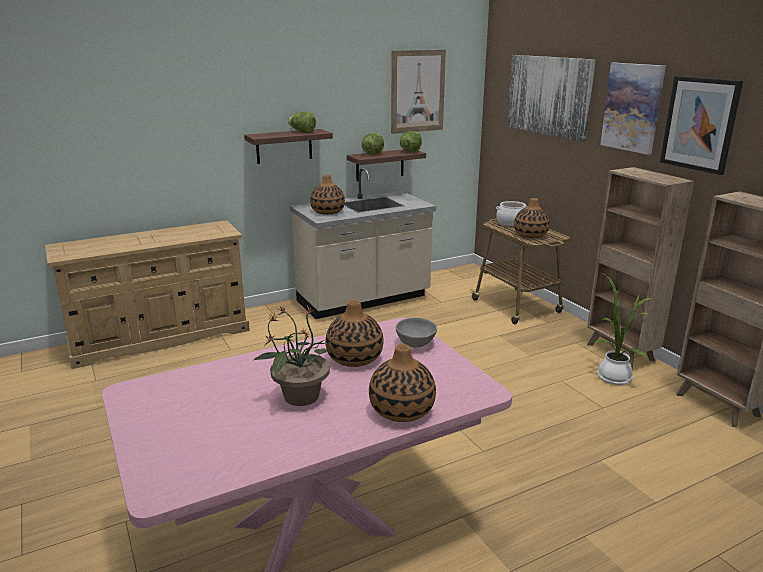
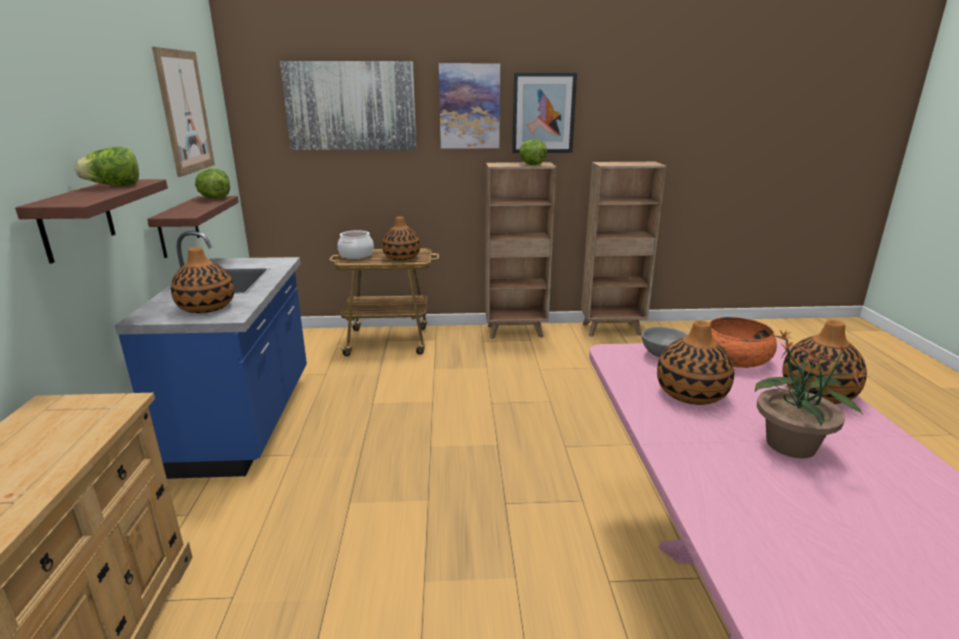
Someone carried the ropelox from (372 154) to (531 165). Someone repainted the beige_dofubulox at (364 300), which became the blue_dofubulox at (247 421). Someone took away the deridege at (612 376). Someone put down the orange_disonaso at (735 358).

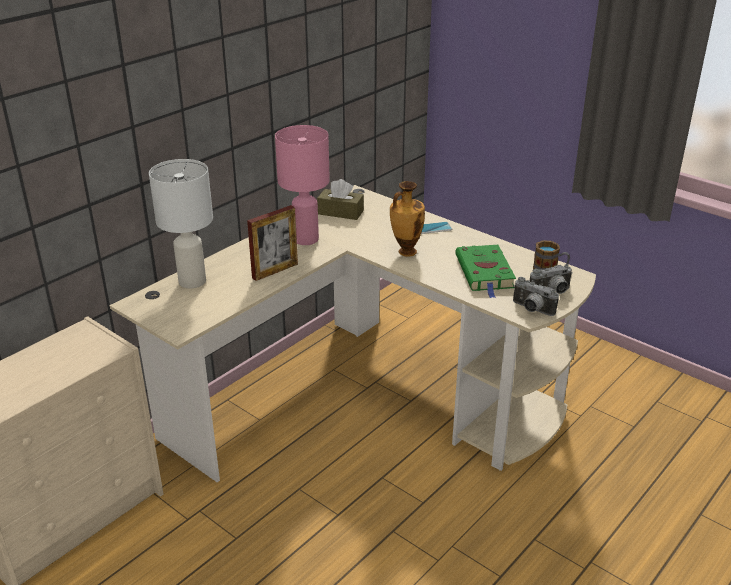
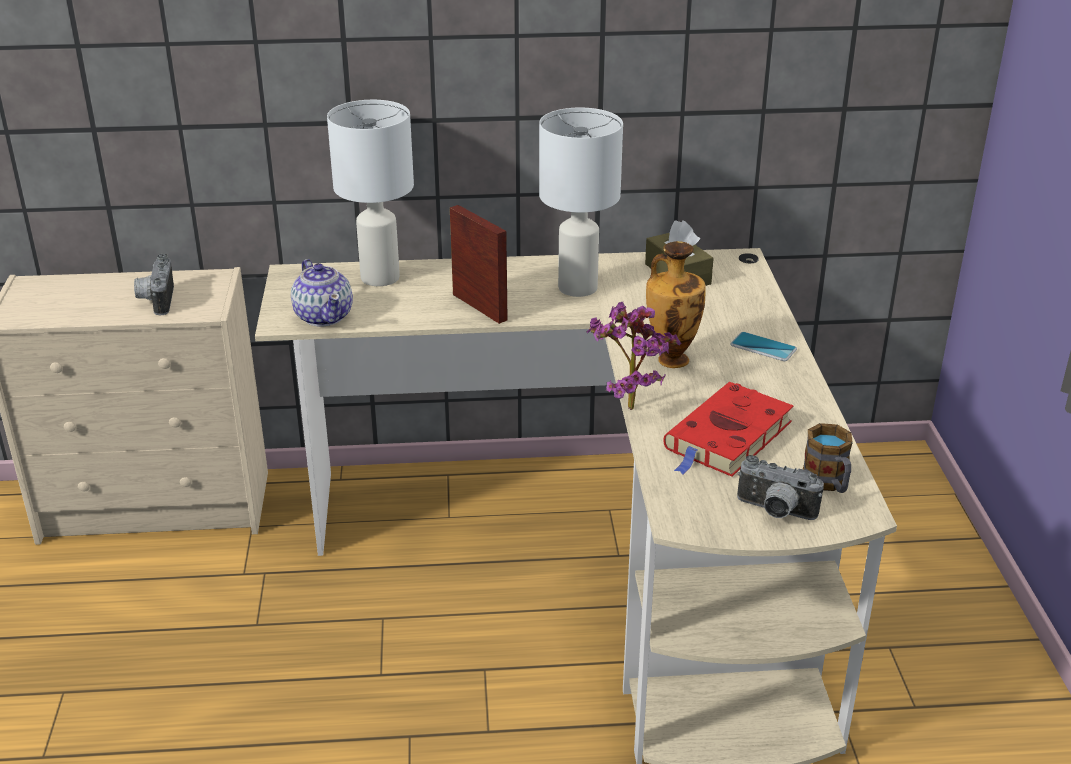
Someone repainted the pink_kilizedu at (305 239), which became the white_kilizedu at (578 287). Someone rotated the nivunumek at (275 271) by 135 degrees counterclockwise. Someone repainted the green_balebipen at (485 273), which became the red_balebipen at (727 438). Someone carried the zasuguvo from (531 310) to (156 300). Someone put down the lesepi at (324 316). Someone put down the deridege at (627 403).

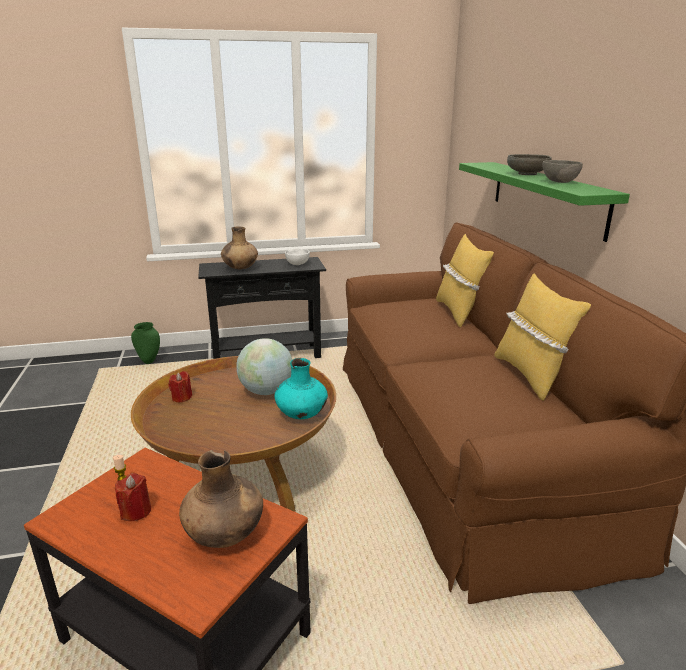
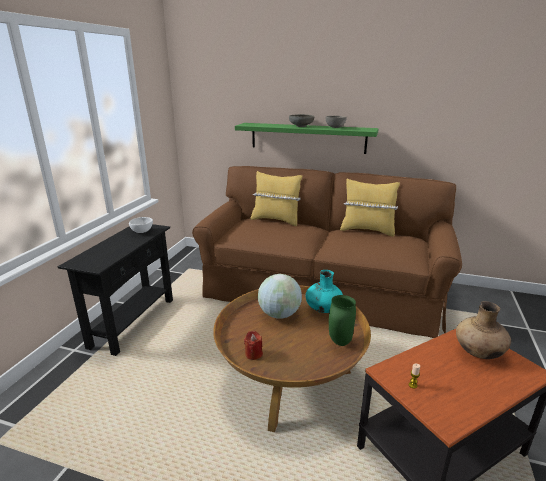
Someone took away the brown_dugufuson at (240 268). Someone carried the green_dugufuson from (149 361) to (339 342). Someone took away the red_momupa at (136 511).

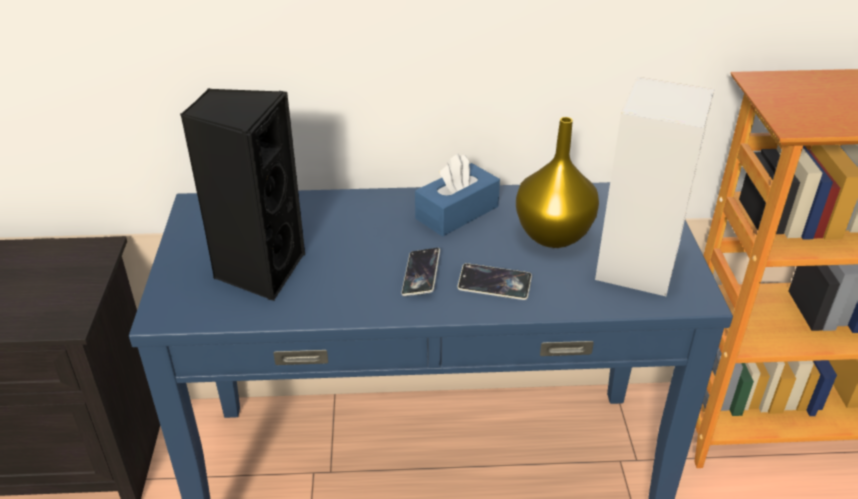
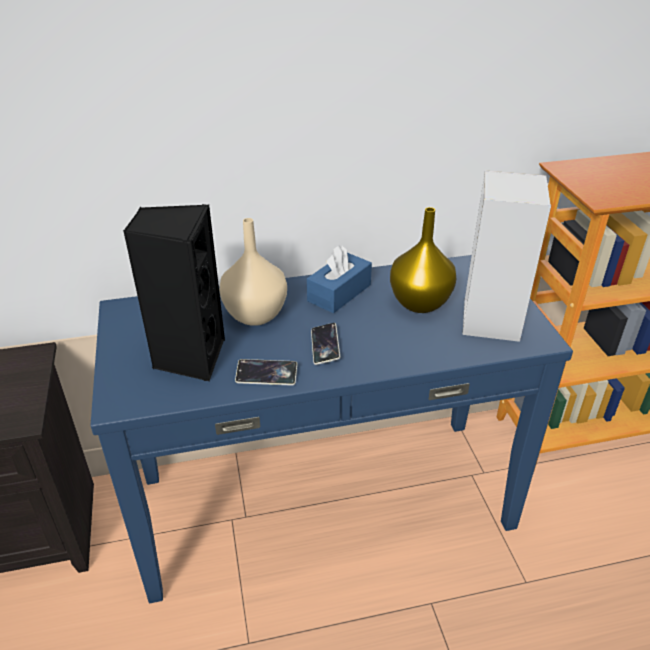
Someone carried the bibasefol from (494 285) to (266 375). Someone put down the beige_dugufuson at (257 315).

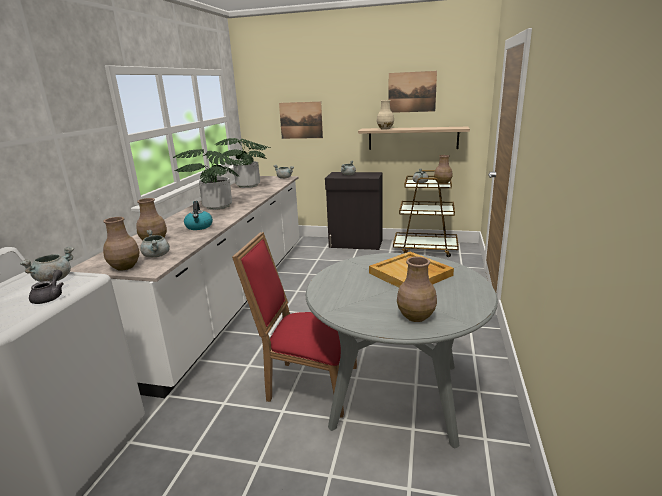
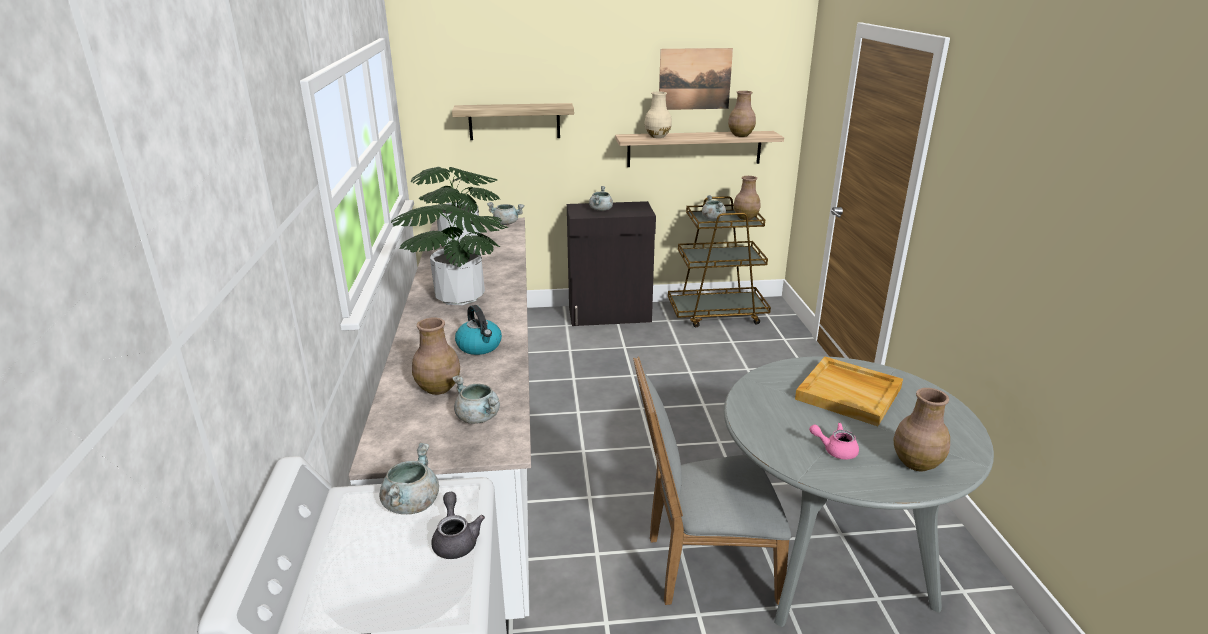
Someone swapped the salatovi at (301 120) for the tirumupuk at (514 121). Someone carried the brown_dugufuson from (124 267) to (740 135). Someone repainted the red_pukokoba at (307 384), which became the grey_pukokoba at (703 565). Someone put down the pink_lesepi at (835 450).

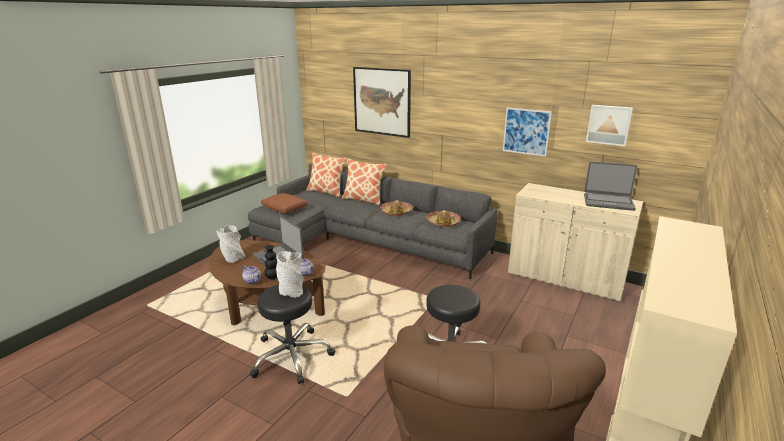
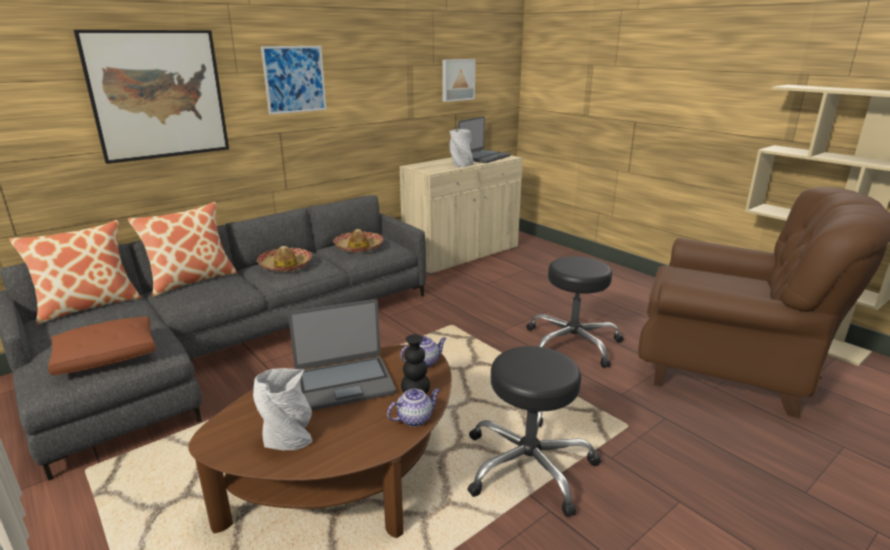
Someone carried the salatovi from (526 131) to (295 79). Someone carried the grey_dugufuson from (291 291) to (461 165).

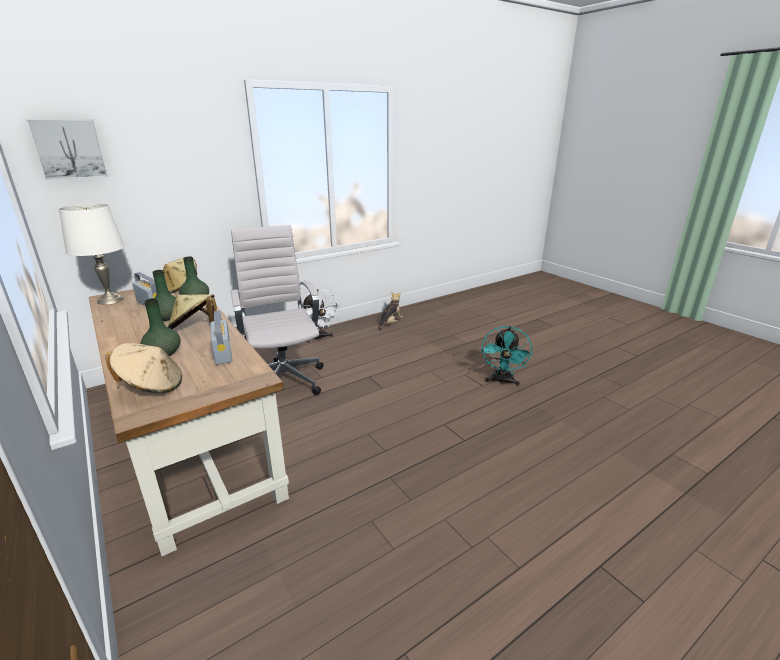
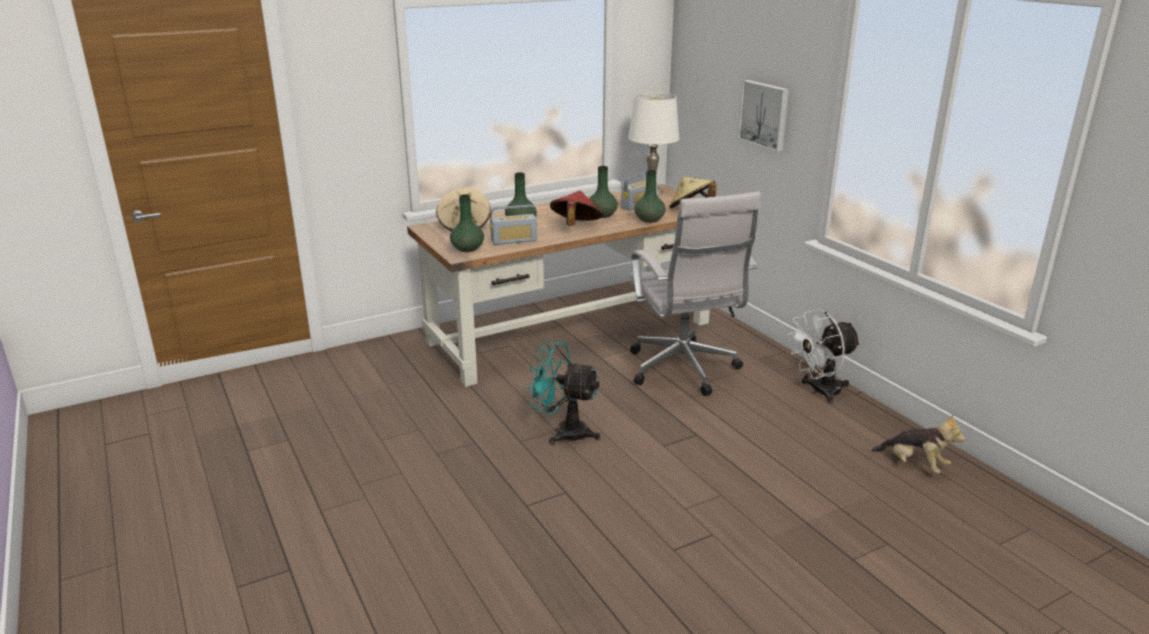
Someone carried the salatovi from (69 149) to (765 115). Someone rotated the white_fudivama at (284 379) by 90 degrees clockwise. Someone repainted the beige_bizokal at (195 327), which became the red_bizokal at (575 226). Someone carried the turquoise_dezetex from (502 381) to (563 432). Someone put down the green_dugufuson at (467 248).

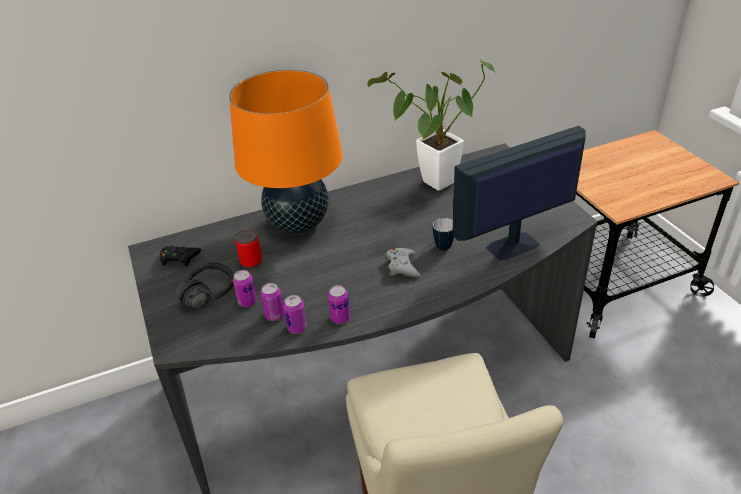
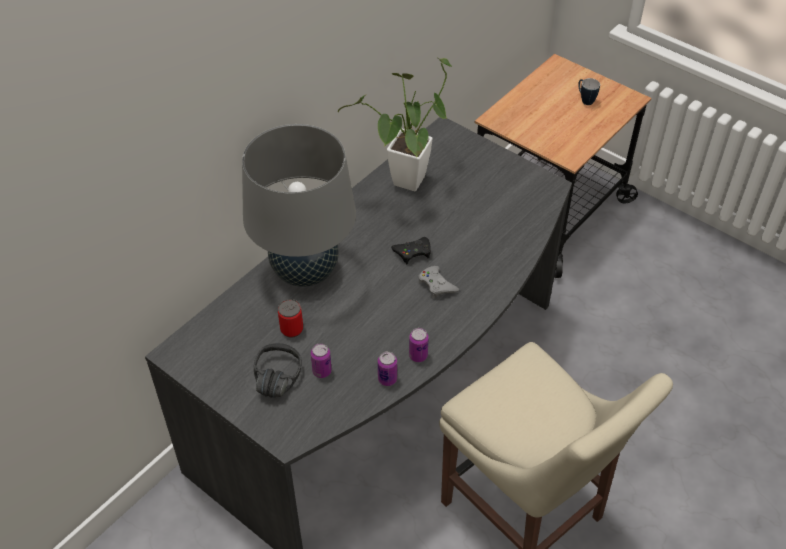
Someone repainted the orange_kilizedu at (298 223), which became the grey_kilizedu at (305 271). Someone took away the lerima at (511 246). Someone carried the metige from (442 244) to (585 100). Someone carried the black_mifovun from (179 258) to (413 252). Someone took away the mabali at (274 315).

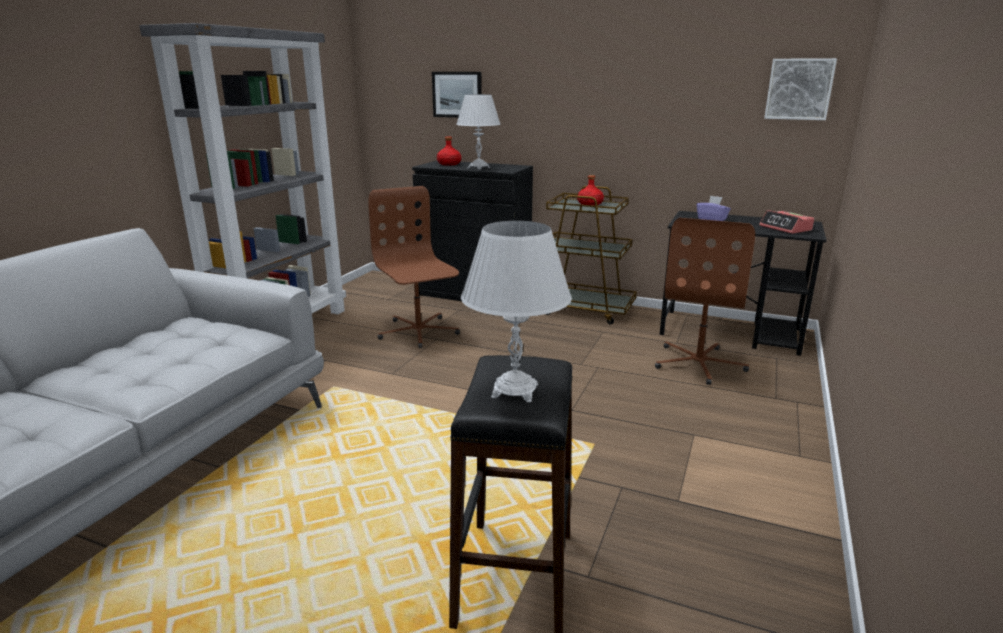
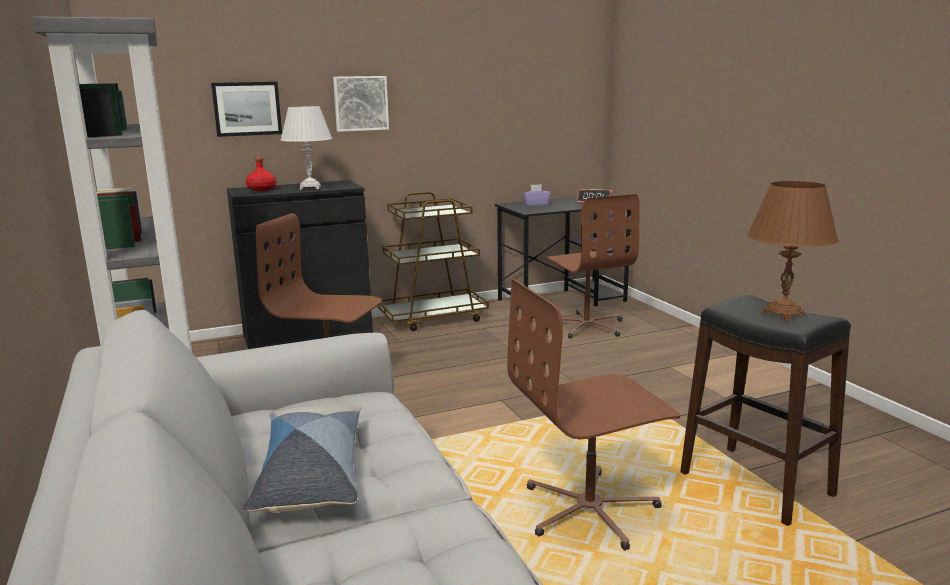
Someone carried the salatovi from (799 89) to (360 103). Someone took away the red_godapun at (590 204). Someone repainted the white_kilizedu at (515 391), which became the brown_kilizedu at (783 314). Someone put down the brown_fudivama at (590 510). Someone put down the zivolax at (310 473).

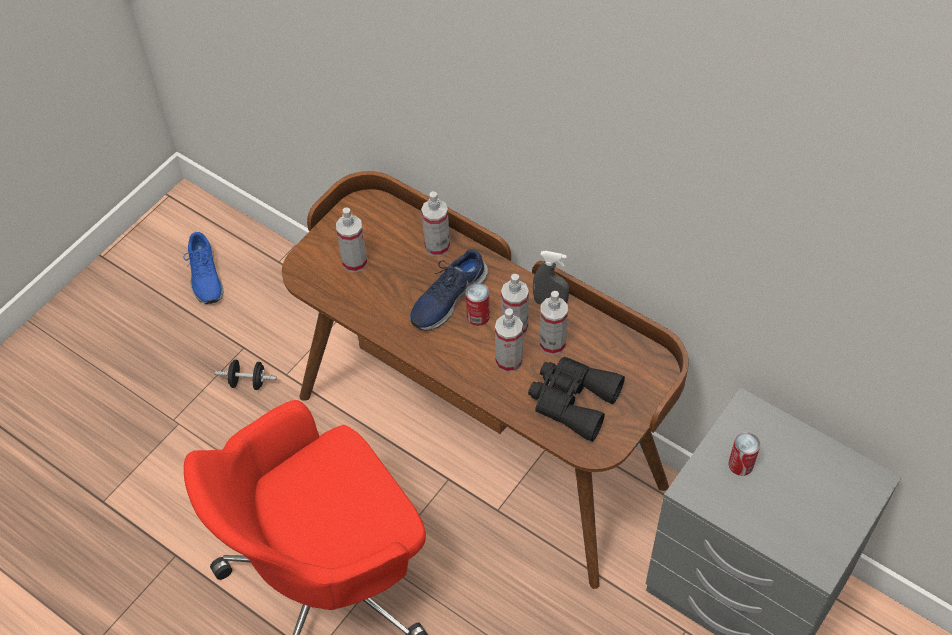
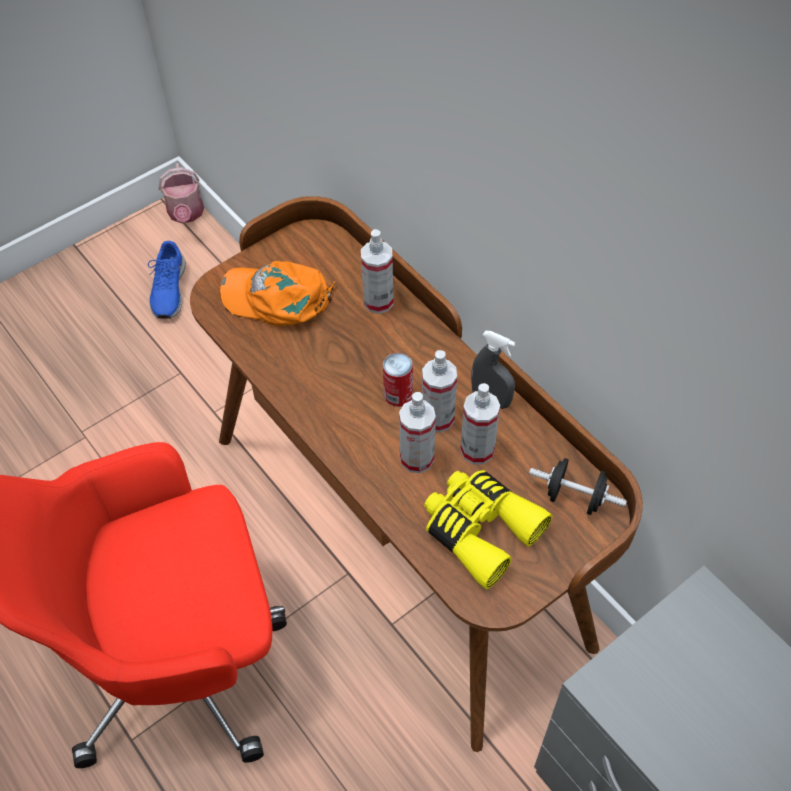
Someone swapped the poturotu at (354 262) for the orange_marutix at (277 298). Someone took away the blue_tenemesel at (447 298). Someone repainted the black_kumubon at (573 401), which became the yellow_kumubon at (480 529). Someone carried the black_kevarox from (248 382) to (574 497). Someone took away the mabali at (740 464). Someone put down the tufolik at (186 214).

